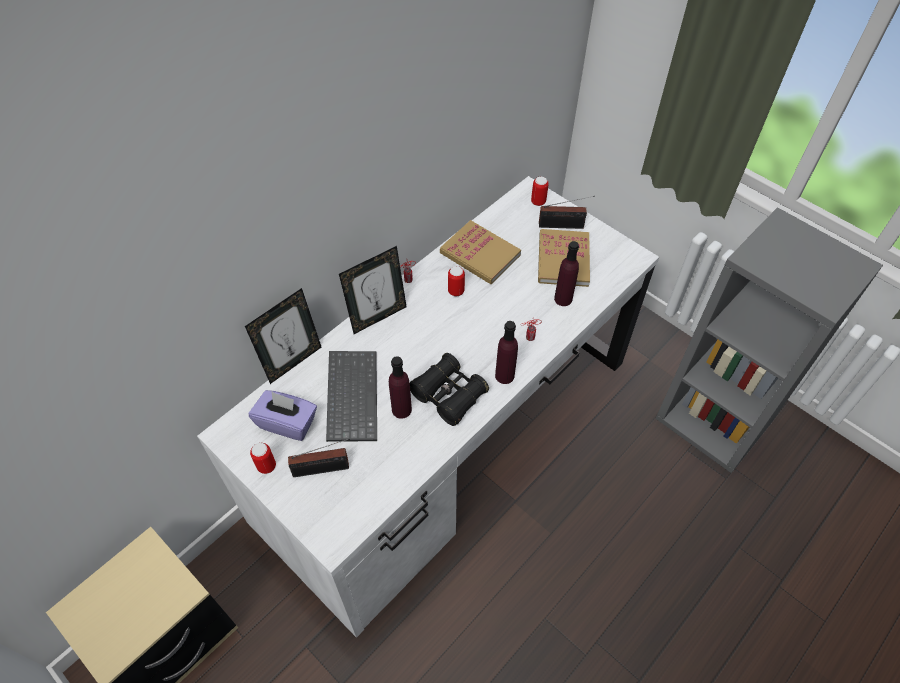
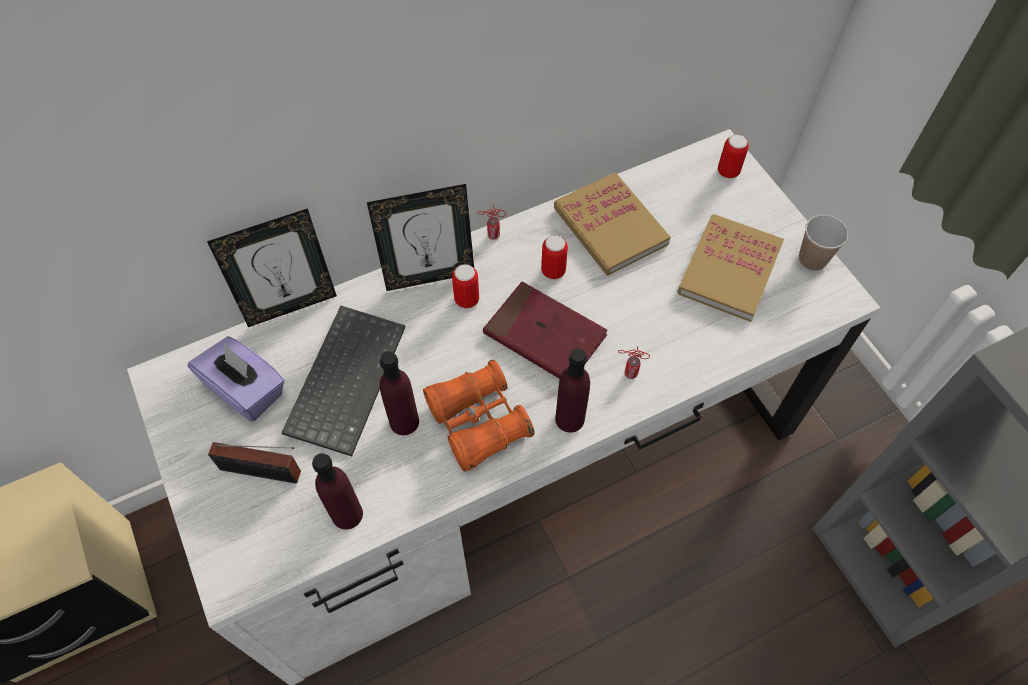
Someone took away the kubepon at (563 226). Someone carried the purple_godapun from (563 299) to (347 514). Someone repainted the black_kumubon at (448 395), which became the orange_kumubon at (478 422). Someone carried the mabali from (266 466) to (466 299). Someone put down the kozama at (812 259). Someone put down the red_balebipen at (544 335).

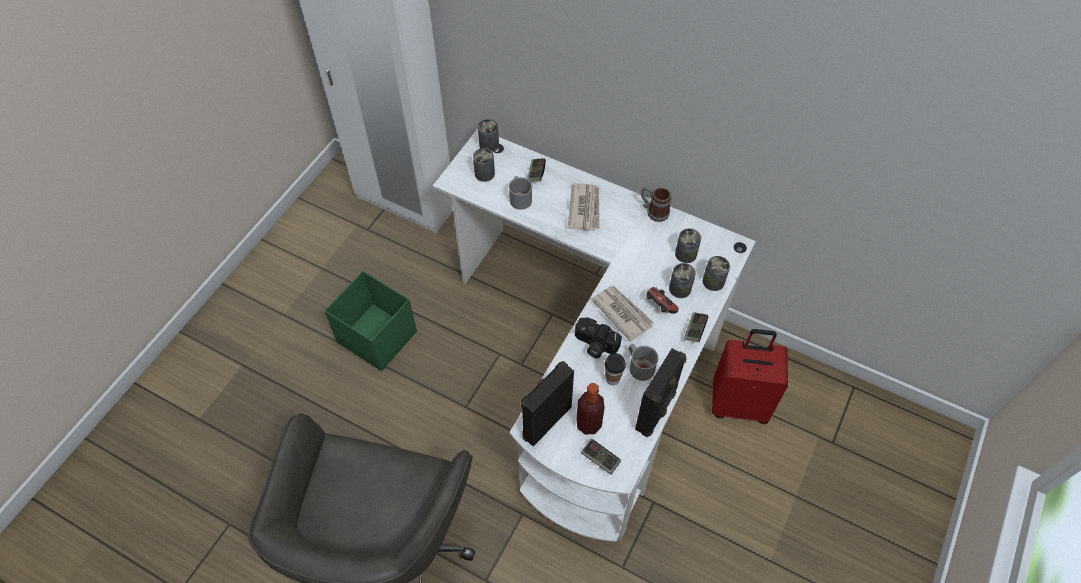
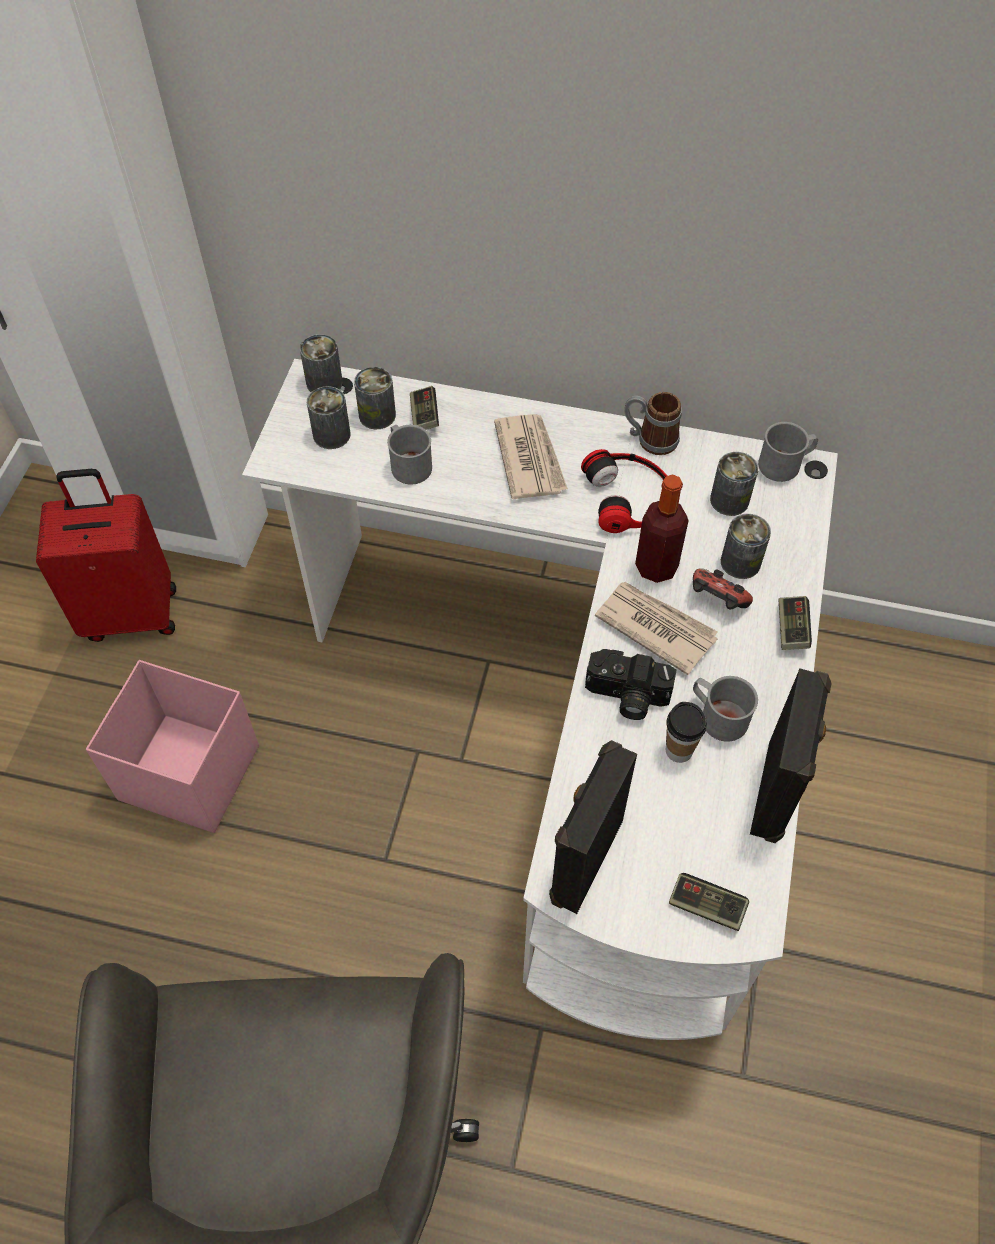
Someone carried the mabali from (713 281) to (377 415). Someone repainted the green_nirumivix at (377 336), which became the pink_nirumivix at (188 772). Someone carried the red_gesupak from (739 403) to (131 612). Someone carried the godapun from (588 423) to (656 567). Someone put down the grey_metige at (785 464). Someone put down the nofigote at (630 497).

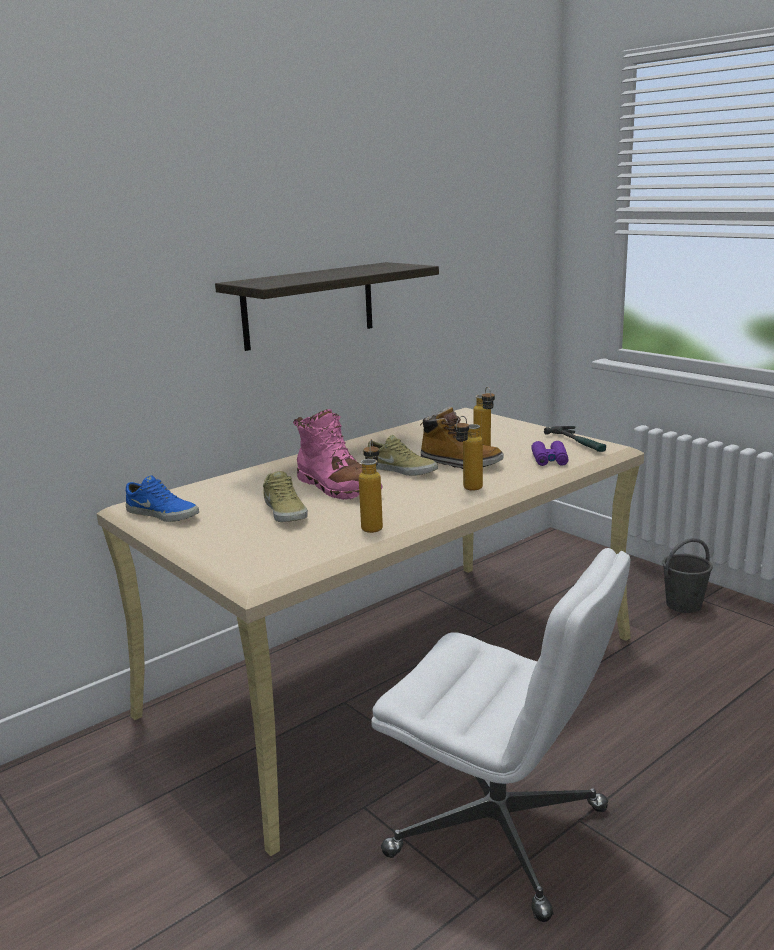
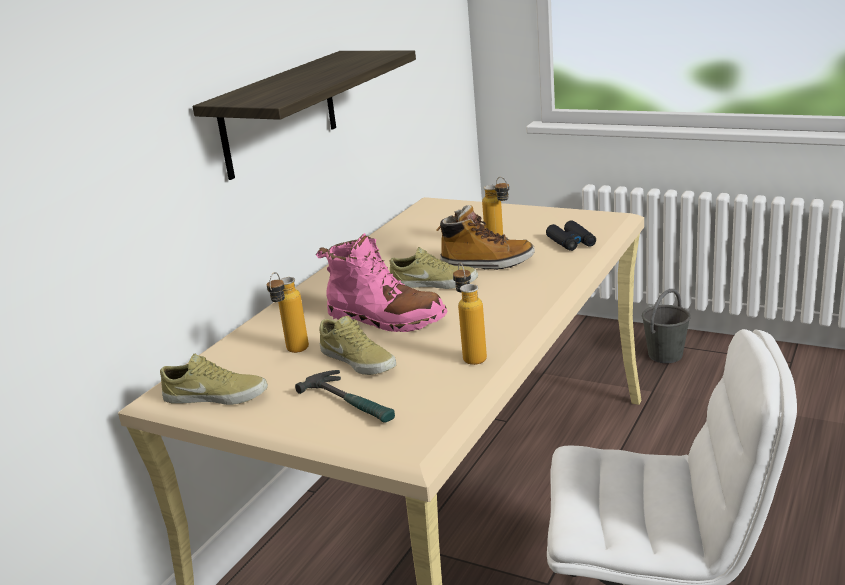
Someone carried the godapun from (468 490) to (293 352). Someone carried the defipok from (578 443) to (351 403). Someone repainted the purple_kumubon at (549 460), which became the black_kumubon at (571 242). Someone repainted the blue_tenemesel at (164 514), which became the beige_tenemesel at (217 395).

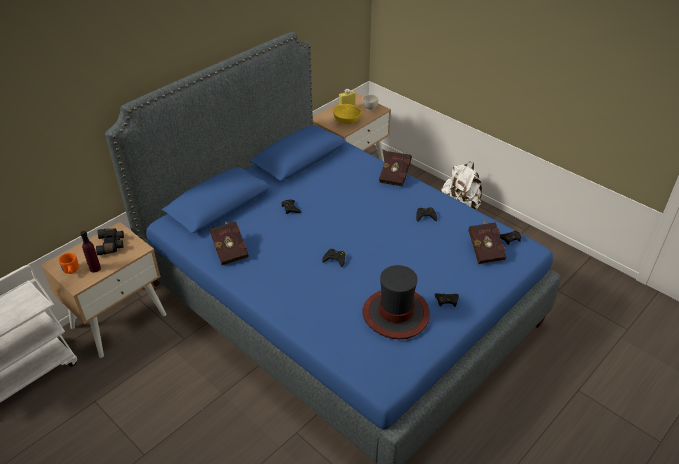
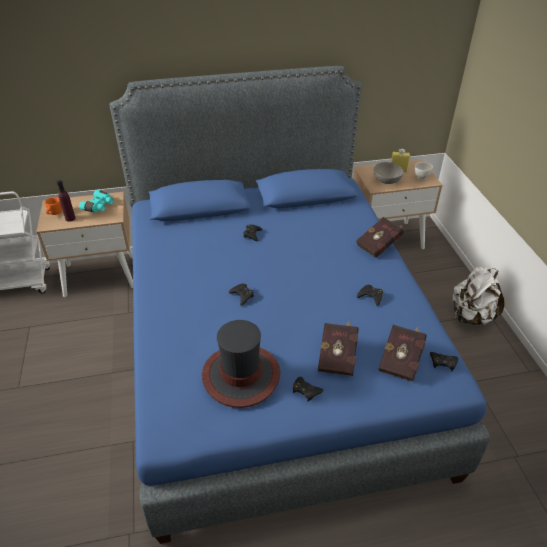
Someone repainted the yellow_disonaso at (346 121), which became the grey_disonaso at (386 180). Someone carried the red_balebipen from (230 250) to (338 356). Someone repainted the black_kumubon at (112 245), which became the turquoise_kumubon at (99 206).

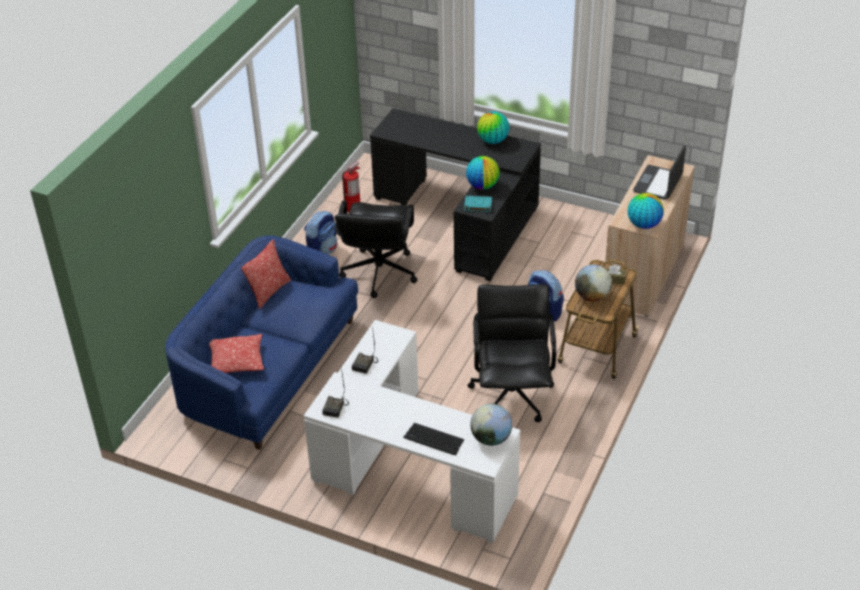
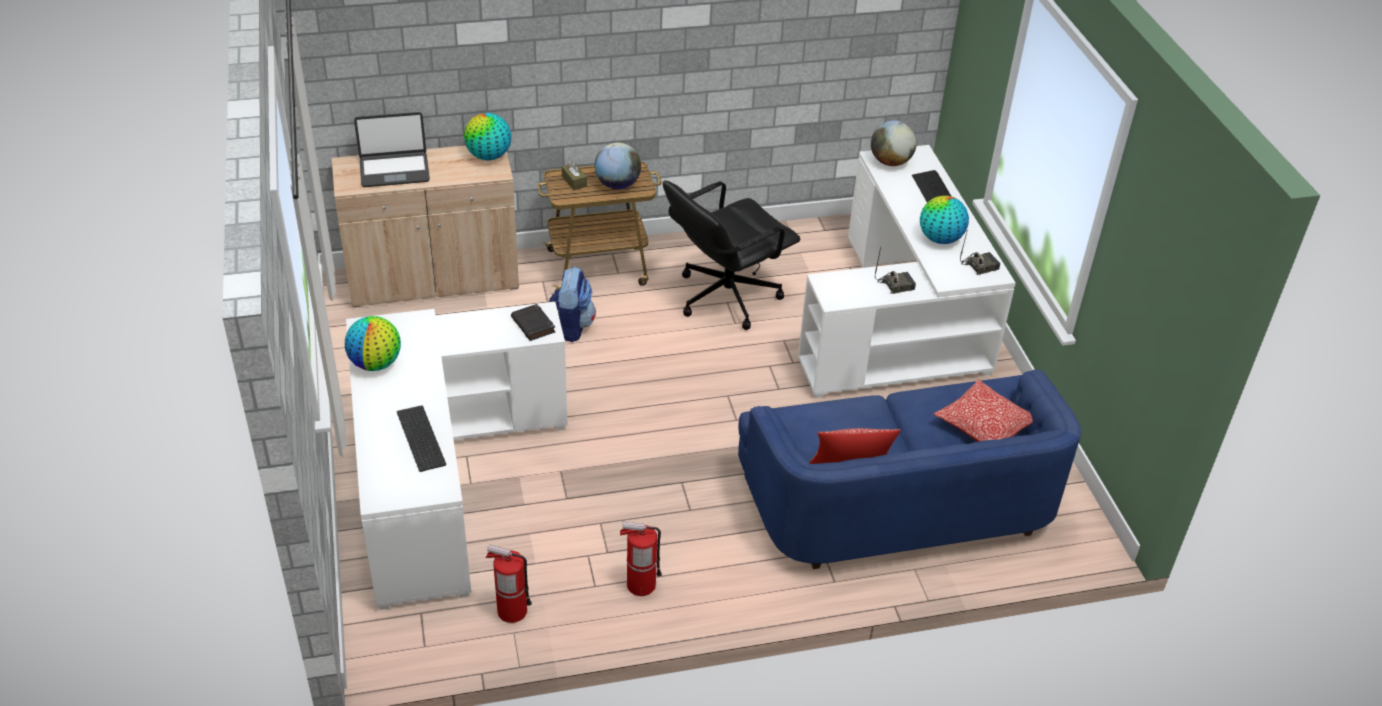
Someone repainted the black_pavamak at (464 217), which became the white_pavamak at (439 477). Someone carried the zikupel from (482 186) to (940 239). Someone repainted the turquoise_balebipen at (477 205), which became the black_balebipen at (533 325). Someone took away the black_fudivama at (378 273). Someone swapped the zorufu at (322 251) for the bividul at (640 585). Someone put down the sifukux at (419 438).

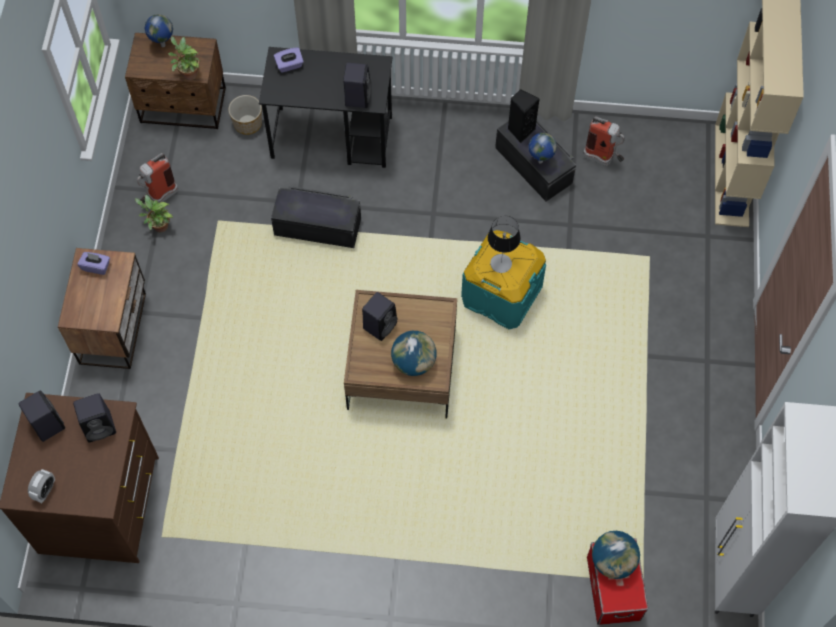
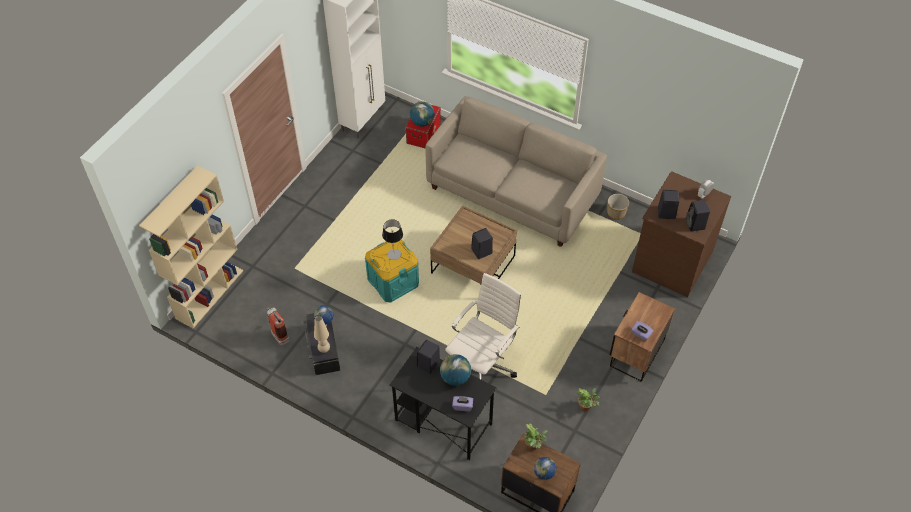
Someone swapped the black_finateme at (520 130) for the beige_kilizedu at (324 350). Someone carried the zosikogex from (247 124) to (616 212). Someone took away the bividul at (159 198). Someone swapped the black_nirumivix at (318 226) for the white_fudivama at (482 365). Someone carried the zikupel from (414 362) to (455 377). Someone put down the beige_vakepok at (513 193).

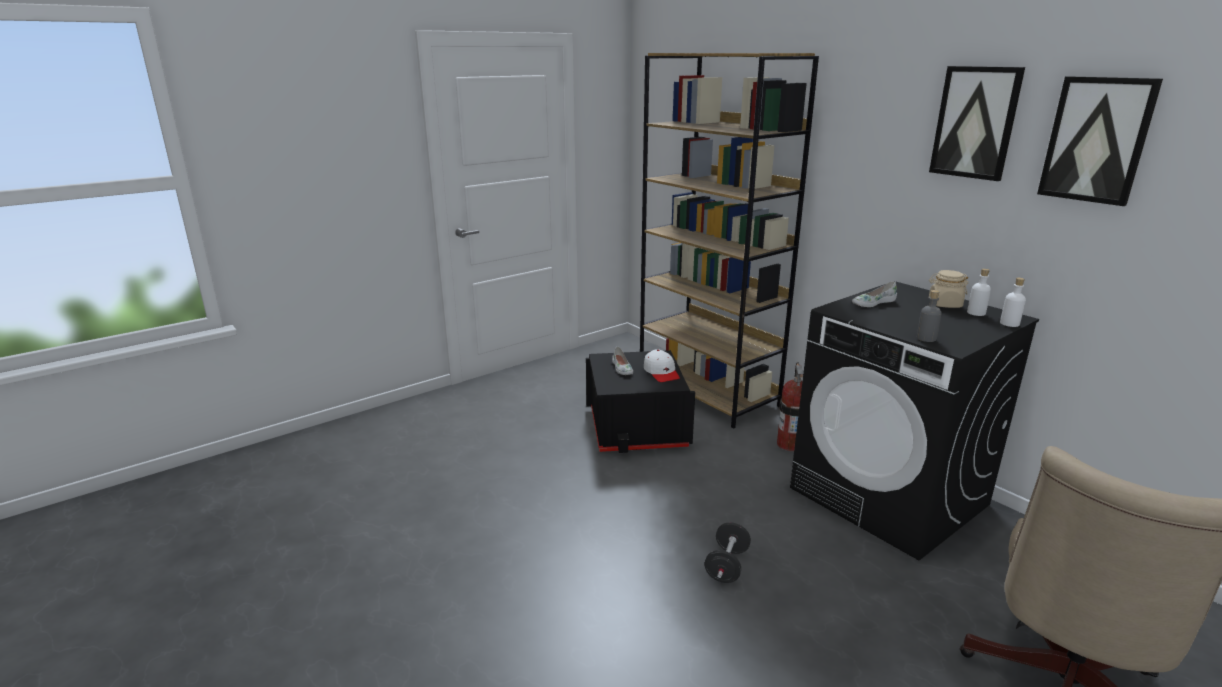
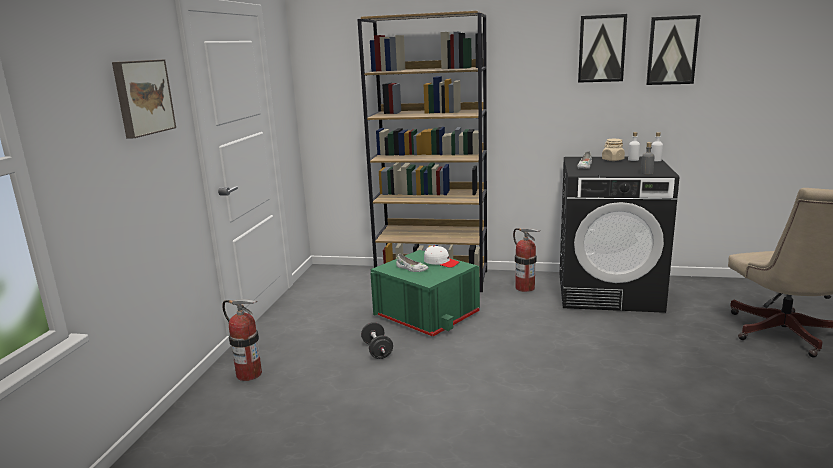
Someone repainted the black_nirumivix at (637 427), which became the green_nirumivix at (427 314). Someone carried the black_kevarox from (726 566) to (377 350). Someone put up the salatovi at (142 97). Someone put down the bividul at (249 374).

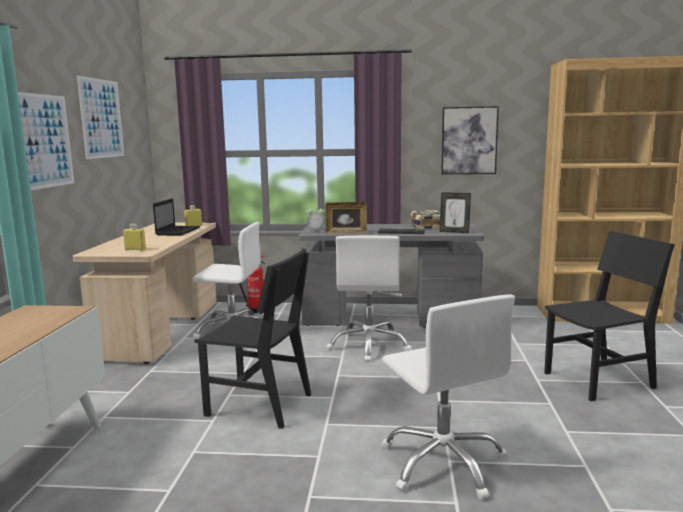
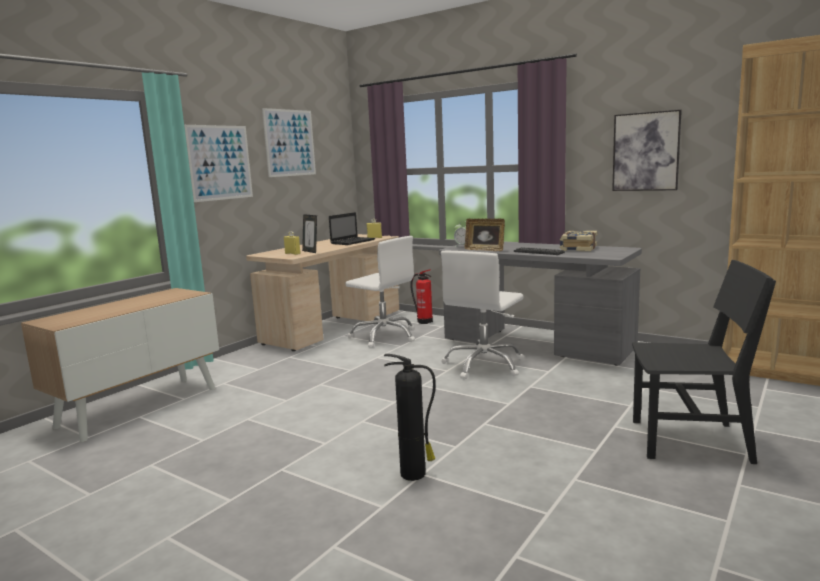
Someone carried the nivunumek from (454 232) to (311 251). Someone took away the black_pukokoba at (259 405). Someone swapped the white_fudivama at (443 463) for the bividul at (414 474).

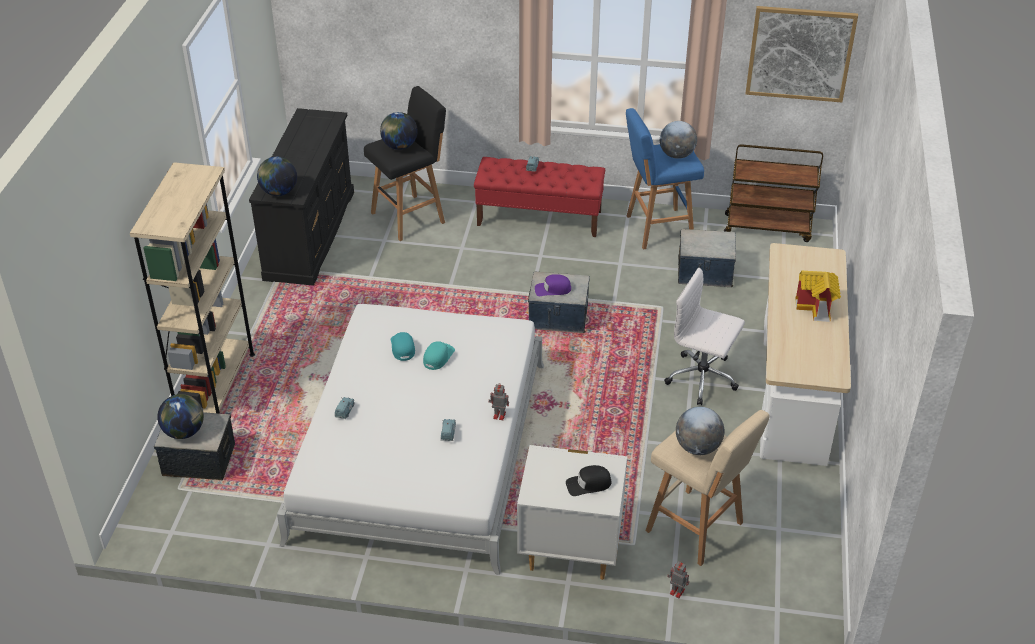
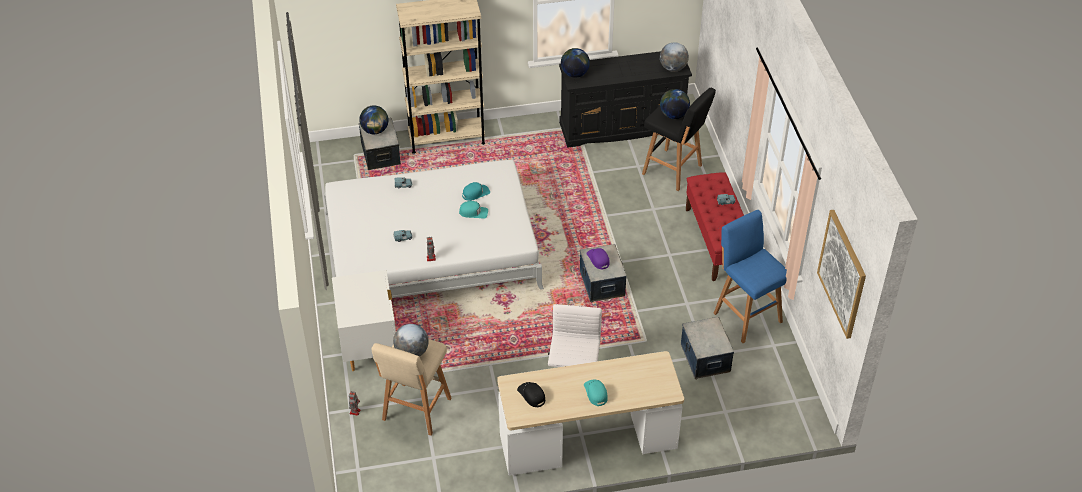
Someone carried the zikupel from (677 155) to (673 68). Someone took away the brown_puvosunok at (768 227). Someone swapped the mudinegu at (817 308) for the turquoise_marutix at (596 393). Someone carried the black_marutix from (588 484) to (531 395).

